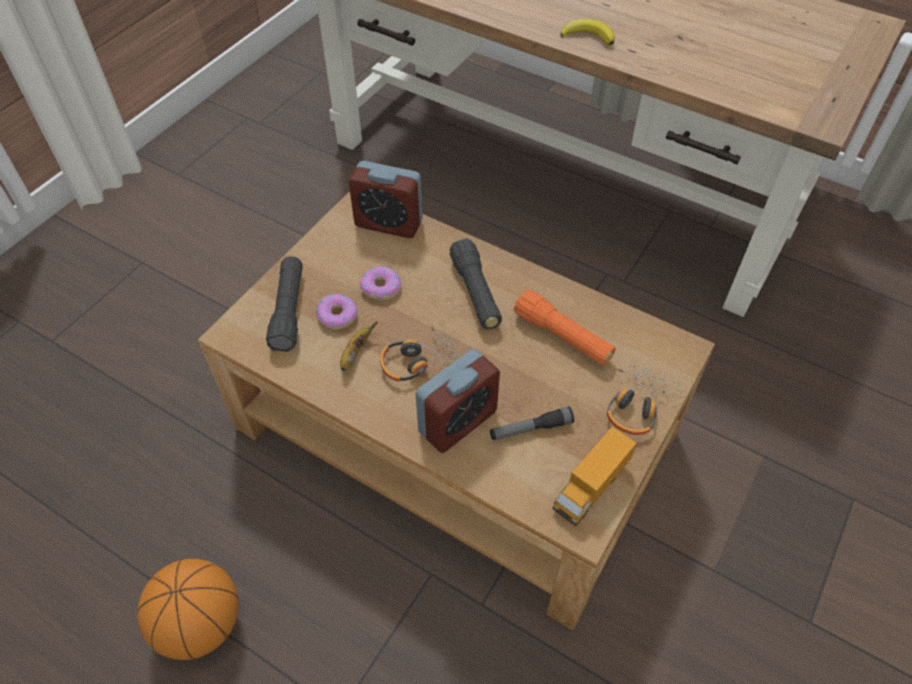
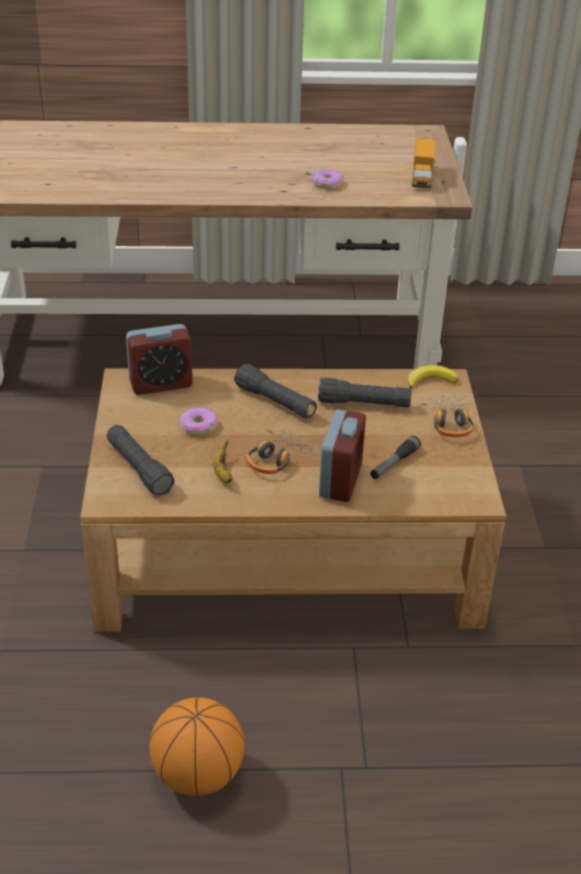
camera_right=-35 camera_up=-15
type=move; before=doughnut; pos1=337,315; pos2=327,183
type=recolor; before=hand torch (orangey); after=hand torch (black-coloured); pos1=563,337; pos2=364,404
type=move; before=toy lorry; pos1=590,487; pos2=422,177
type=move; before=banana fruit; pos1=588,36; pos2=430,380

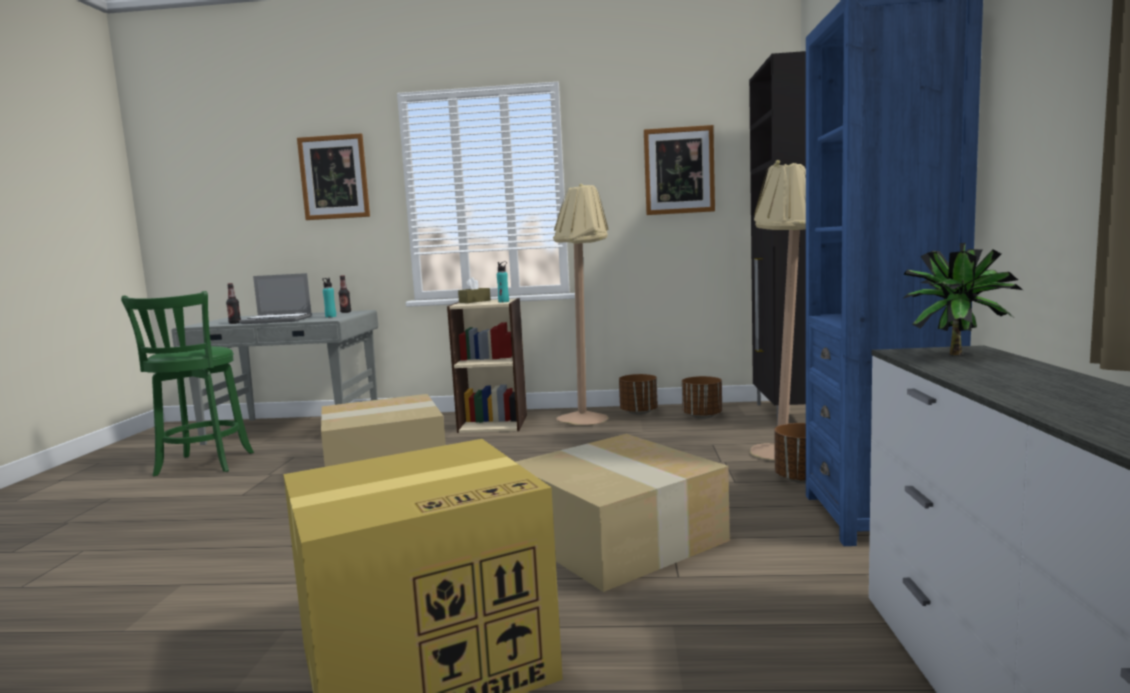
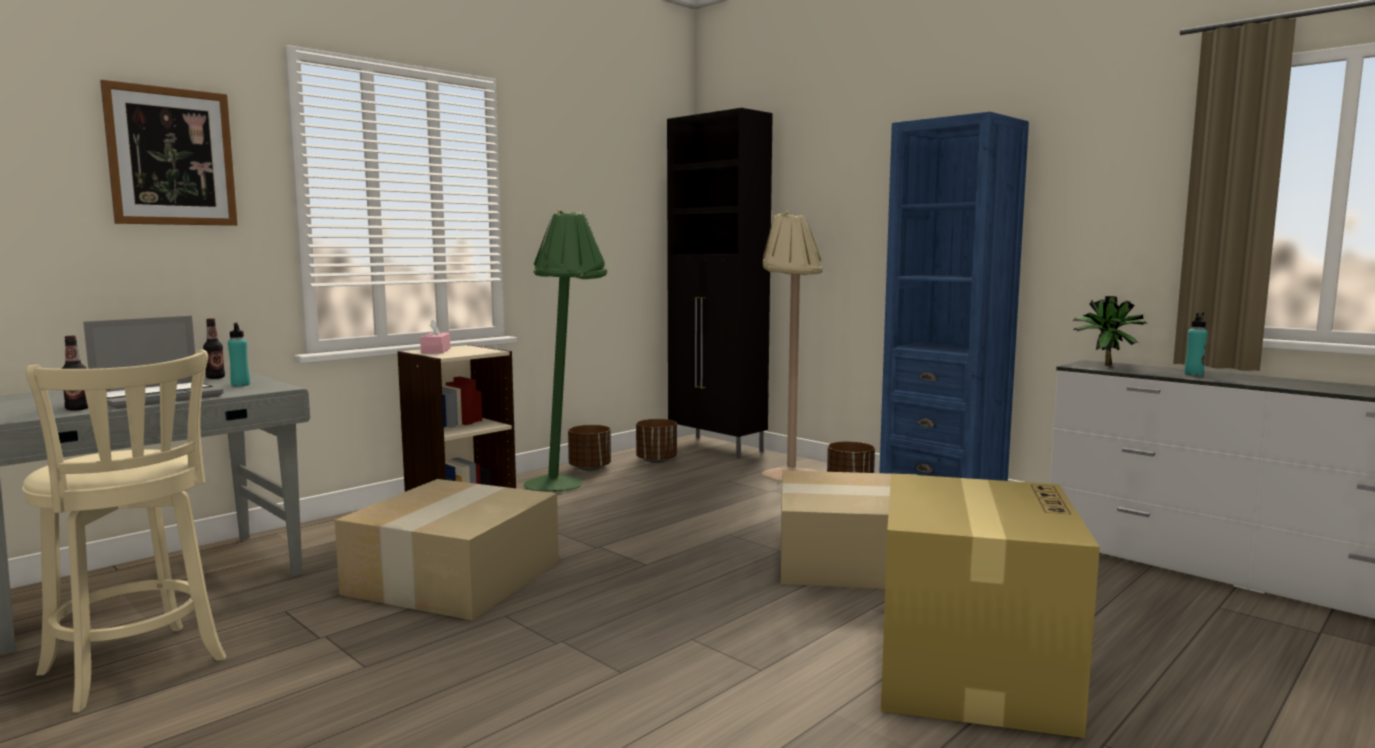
camera_right=-50 camera_up=0
type=recolor; before=stool (green); after=stool (beige); pos1=202,465; pos2=136,669
type=recolor; before=box of tissues (brown-coloured); after=box of tissues (pink); pos1=474,301; pos2=436,351
type=move; before=drink bottle (turquoise); pos1=503,302; pos2=1194,374
type=recolor; before=standing lamp (beige); after=standing lamp (green); pos1=587,422; pos2=565,487
type=delete; before=wall art; pos1=679,170

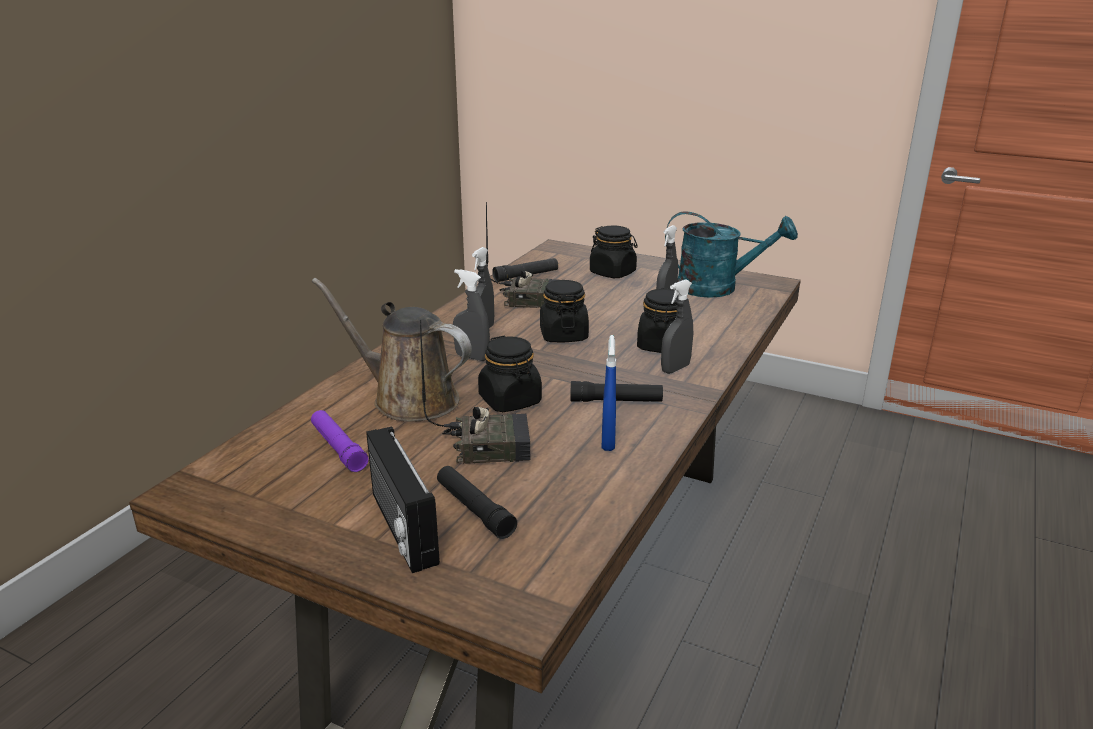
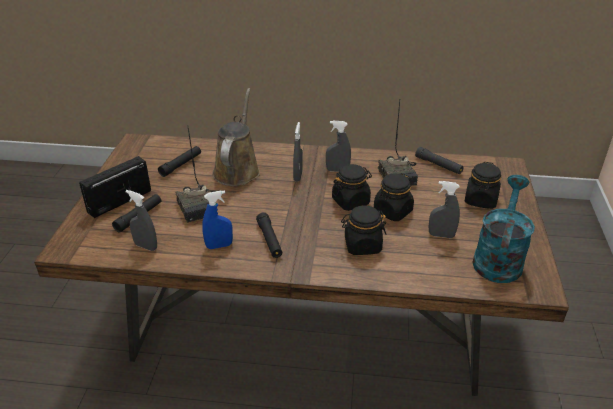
camera_right=70 camera_up=10
type=recolor; before=hand torch (purplish); after=hand torch (black-coloured); pos1=338,448; pos2=181,165
type=move; before=storage jar (black-coloured); pos1=510,401; pos2=392,211
type=move; before=spray bottle (gray); pos1=675,369; pos2=146,246
type=rotate; before=watering pot (turquoise); pos1=718,288; pos2=498,258; turn=-150

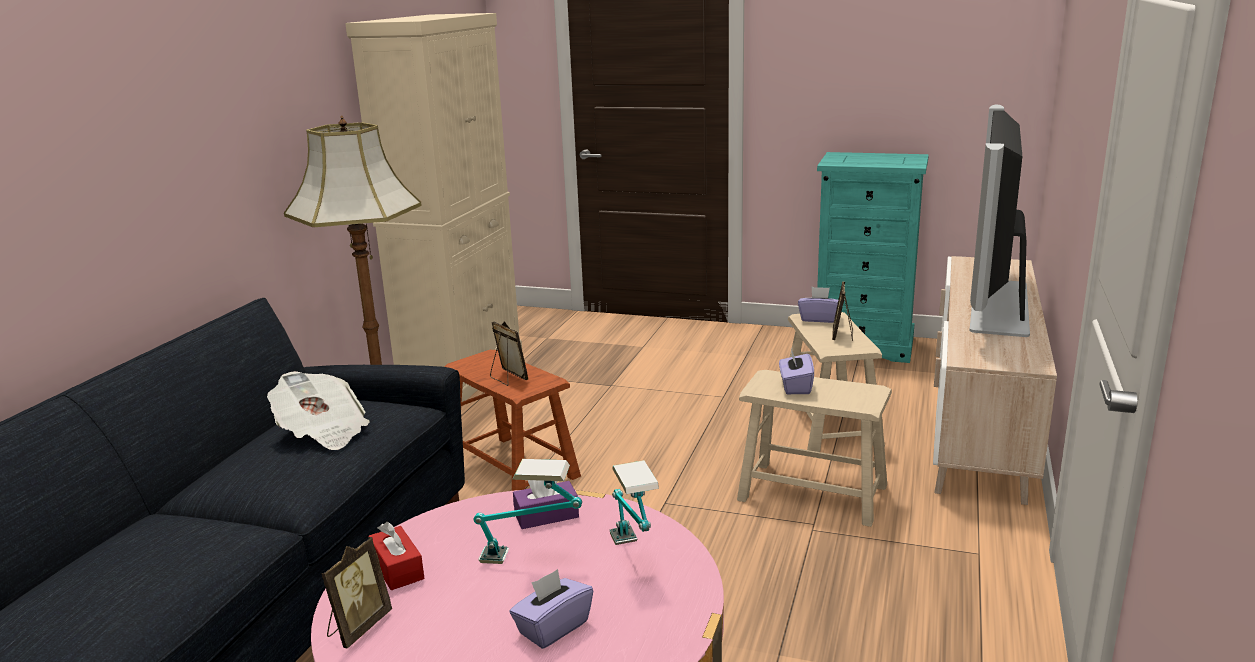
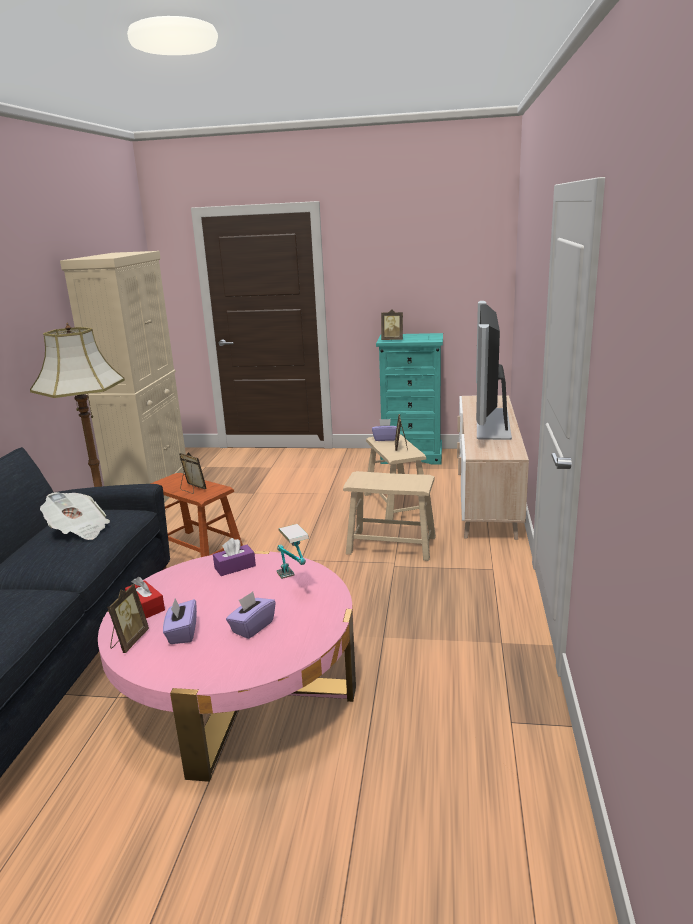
camera_right=-10 camera_up=0
type=delete; before=tabletop lamp; pos1=531,558
type=move; before=box of tissues (purplish); pos1=795,387; pos2=182,633
type=insert; after=standing frame; pos2=392,340

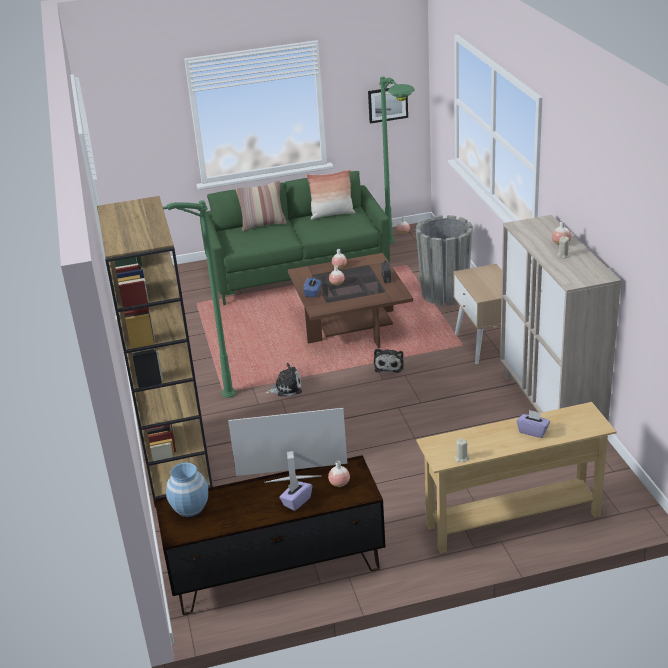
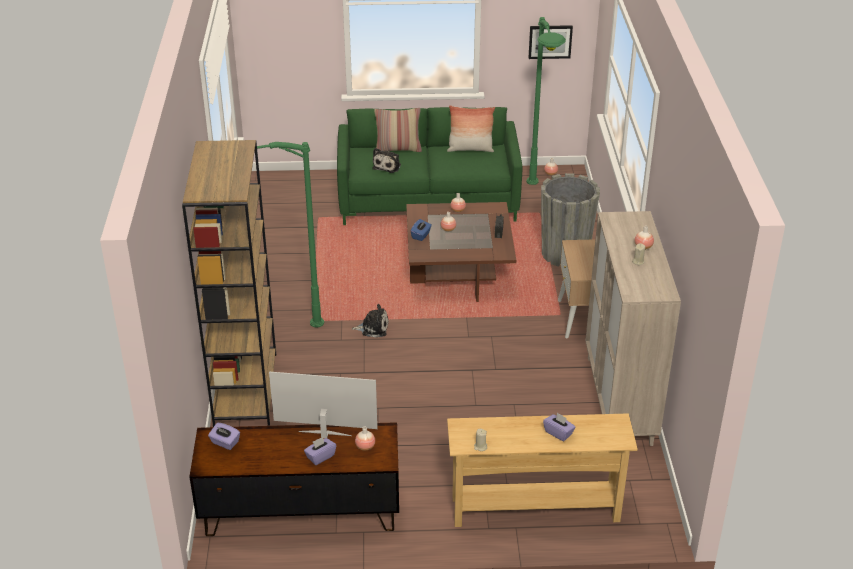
camera_right=10 camera_up=5
type=replace; before=flower vase (blue-coloured); after=box of tissues (purplish); pos1=190,508; pos2=225,443
type=move; before=soft toy; pos1=389,365; pos2=387,166

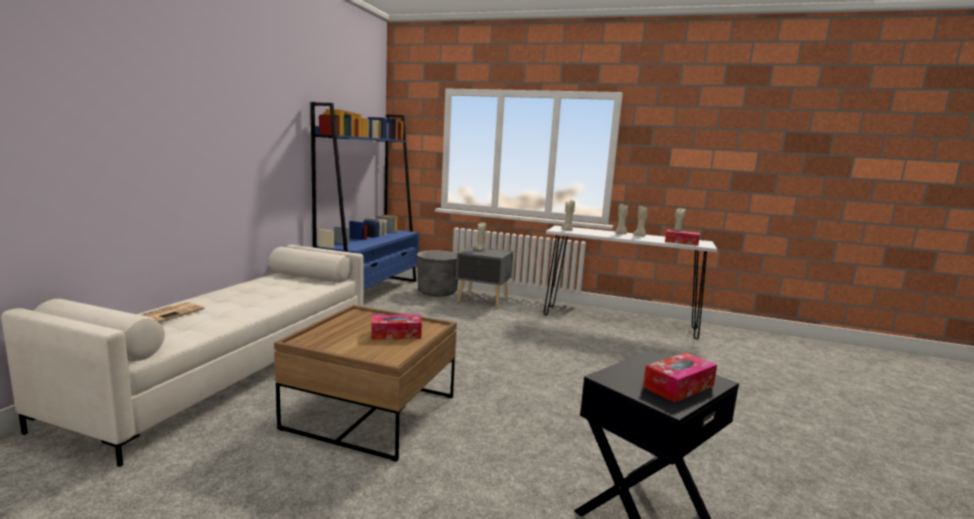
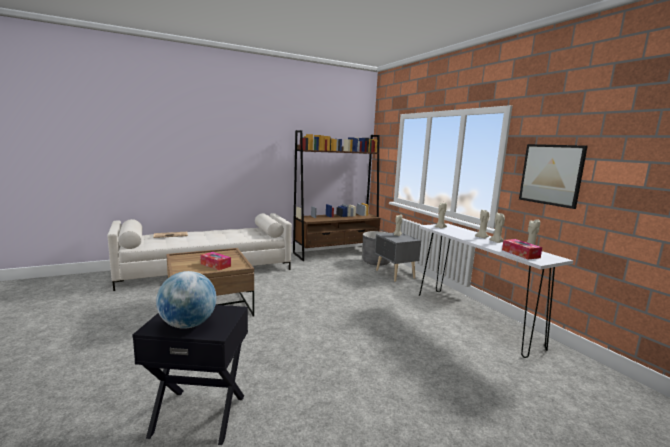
camera_right=45 camera_up=0
type=recolor; before=bookshelf (blue-coloured); after=bookshelf (brown-coloured); pos1=370,292; pos2=336,253
type=replace; before=box of tissues; after=globe; pos1=678,386; pos2=188,325
type=insert; after=wall art; pos2=551,174

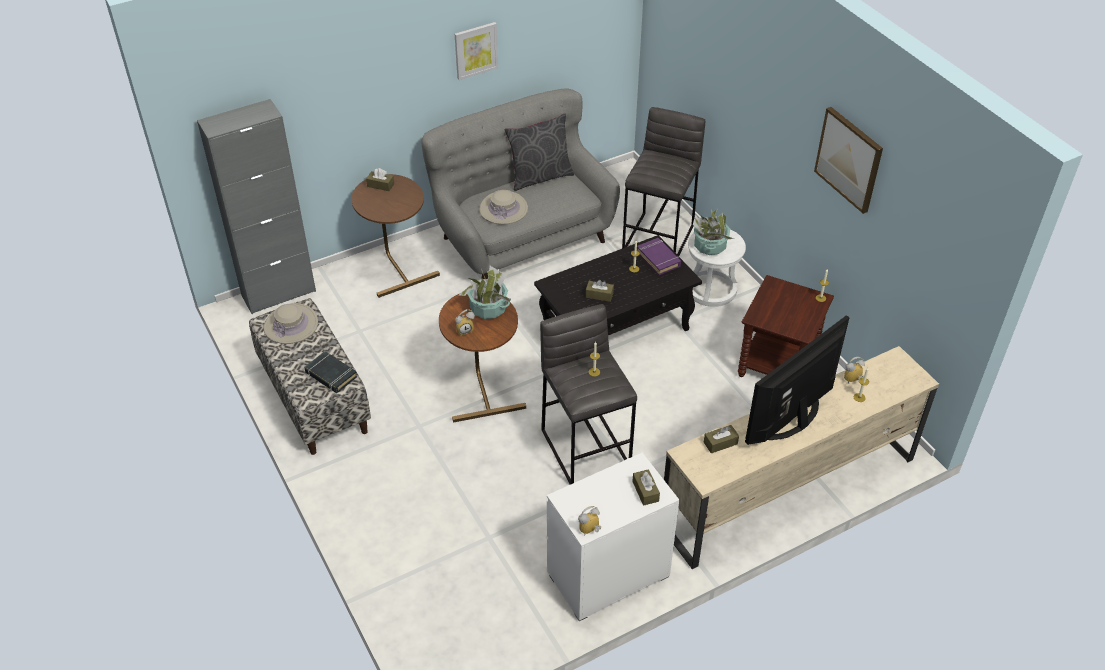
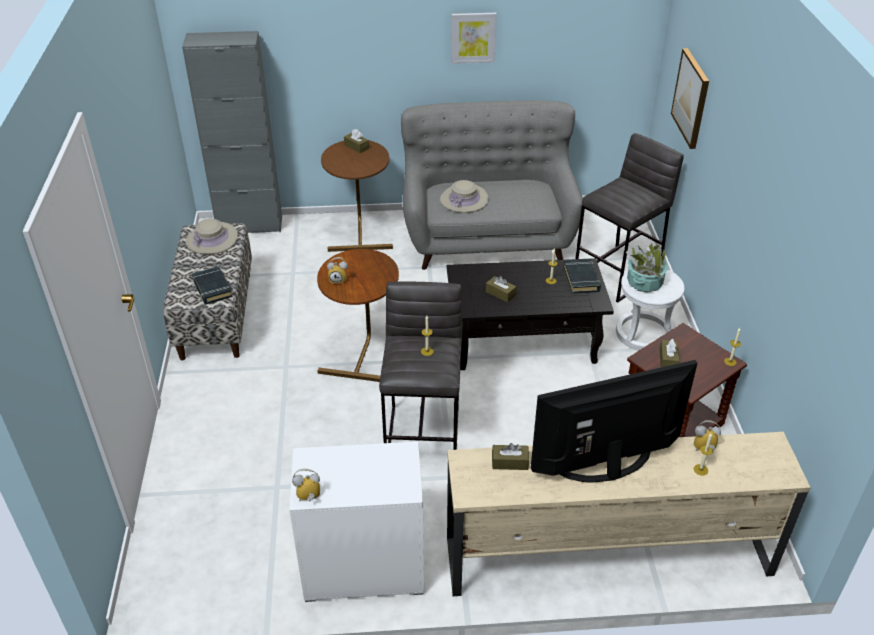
camera_right=25 camera_up=-5
type=delete; before=potted plant; pos1=488,308
type=delete; before=pillow (gray); pos1=540,177
type=move; before=box of tissues (brown-coloured); pos1=645,491; pos2=668,359
type=recolor; before=bound book (purplish); after=bound book (black-coloured); pos1=658,259; pos2=581,279
type=move; before=wall art; pos1=849,159; pos2=691,98

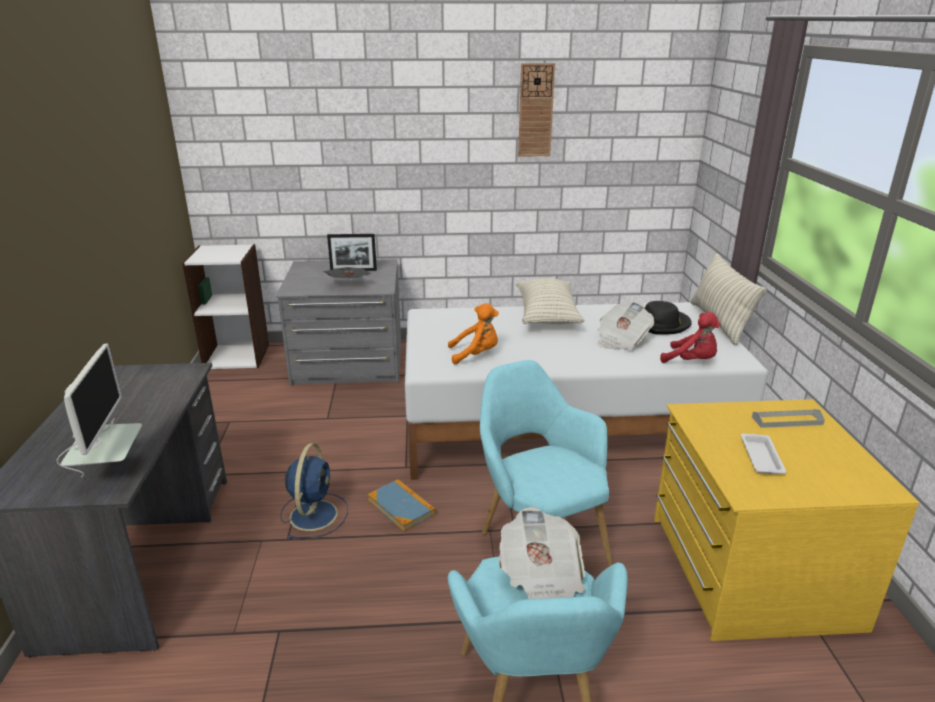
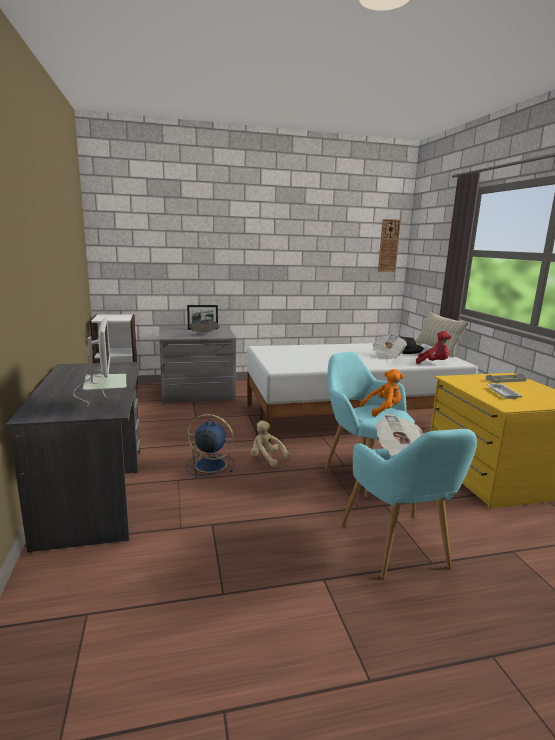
camera_right=-10 camera_up=-10
type=rotate; before=fan (blue-coloured); pos1=314,514; pos2=209,465; turn=-75
type=replace; before=bound book; after=soft toy (beige); pos1=401,507; pos2=266,458
type=move; before=soft toy (orangey); pos1=476,355; pos2=383,410
type=delete; before=pillow; pos1=547,315
type=move; before=clock on the wall; pos1=535,110; pos2=388,245

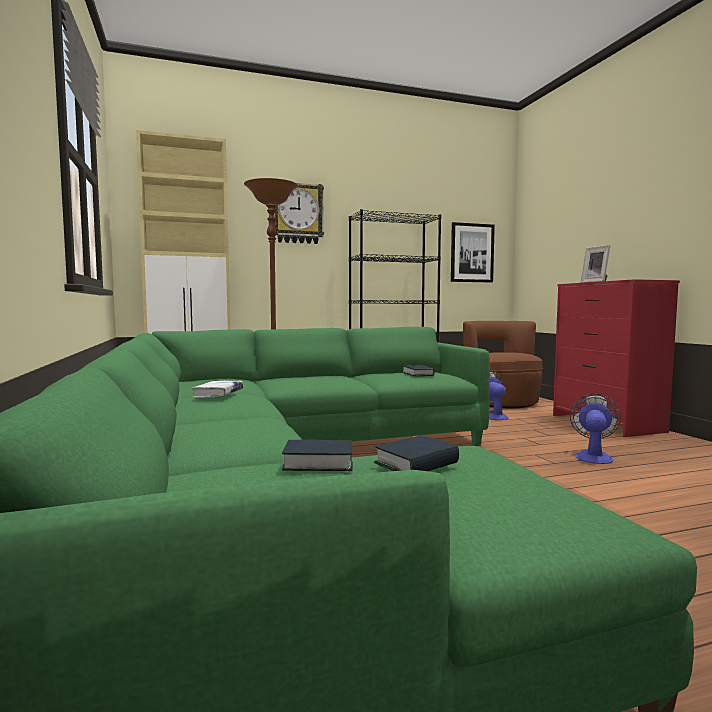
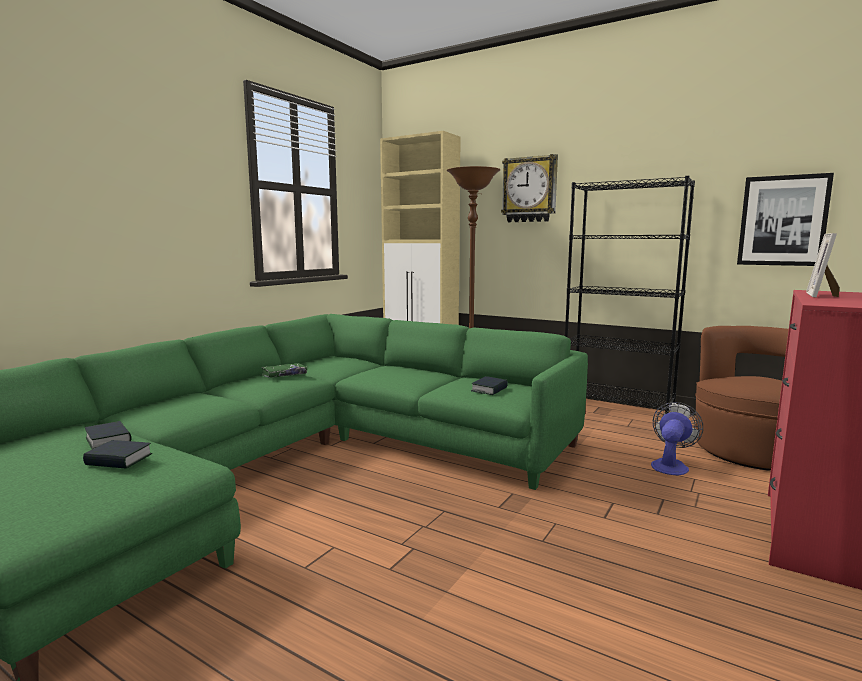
camera_right=50 camera_up=5
type=recolor; before=bound book (whitish); after=bound book (green); pos1=218,395; pos2=284,375
type=delete; before=fan; pos1=593,456

